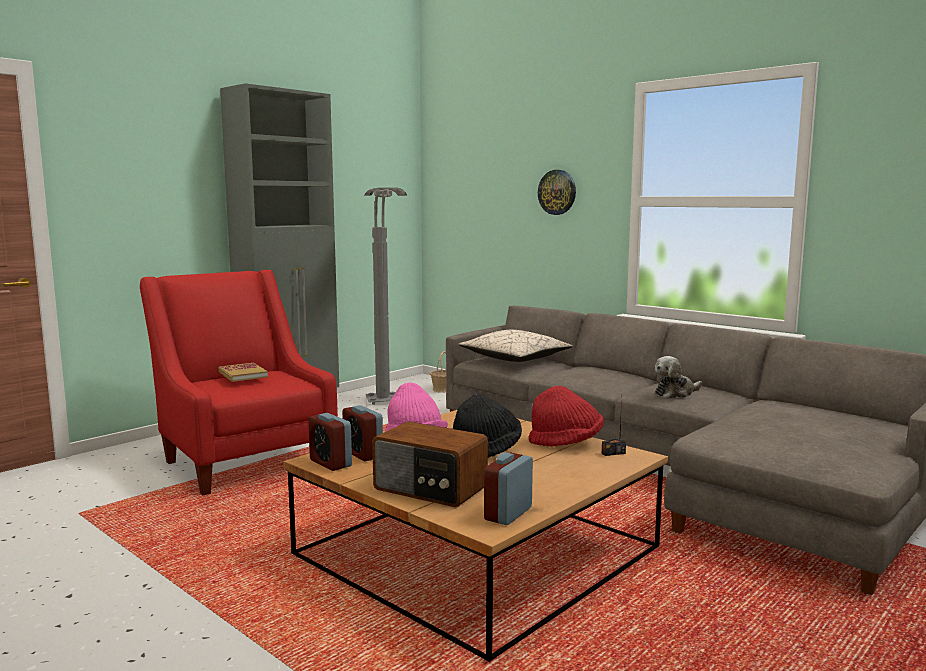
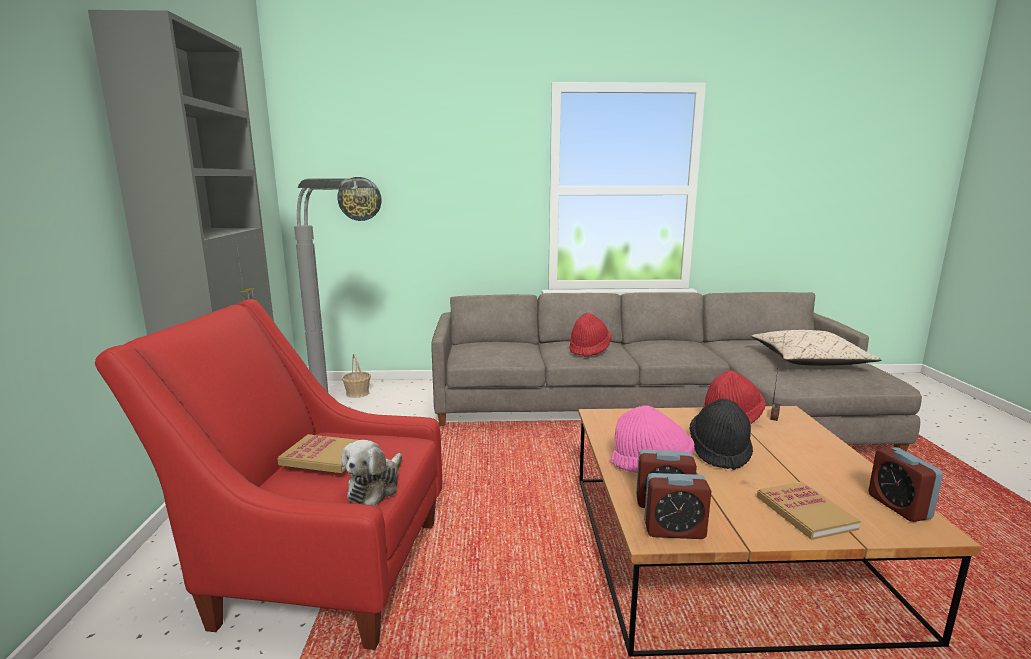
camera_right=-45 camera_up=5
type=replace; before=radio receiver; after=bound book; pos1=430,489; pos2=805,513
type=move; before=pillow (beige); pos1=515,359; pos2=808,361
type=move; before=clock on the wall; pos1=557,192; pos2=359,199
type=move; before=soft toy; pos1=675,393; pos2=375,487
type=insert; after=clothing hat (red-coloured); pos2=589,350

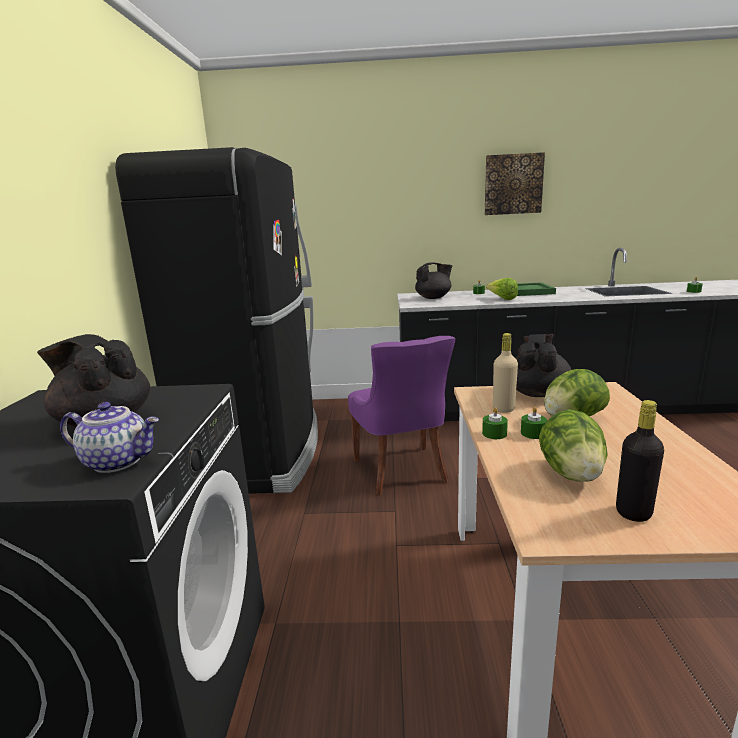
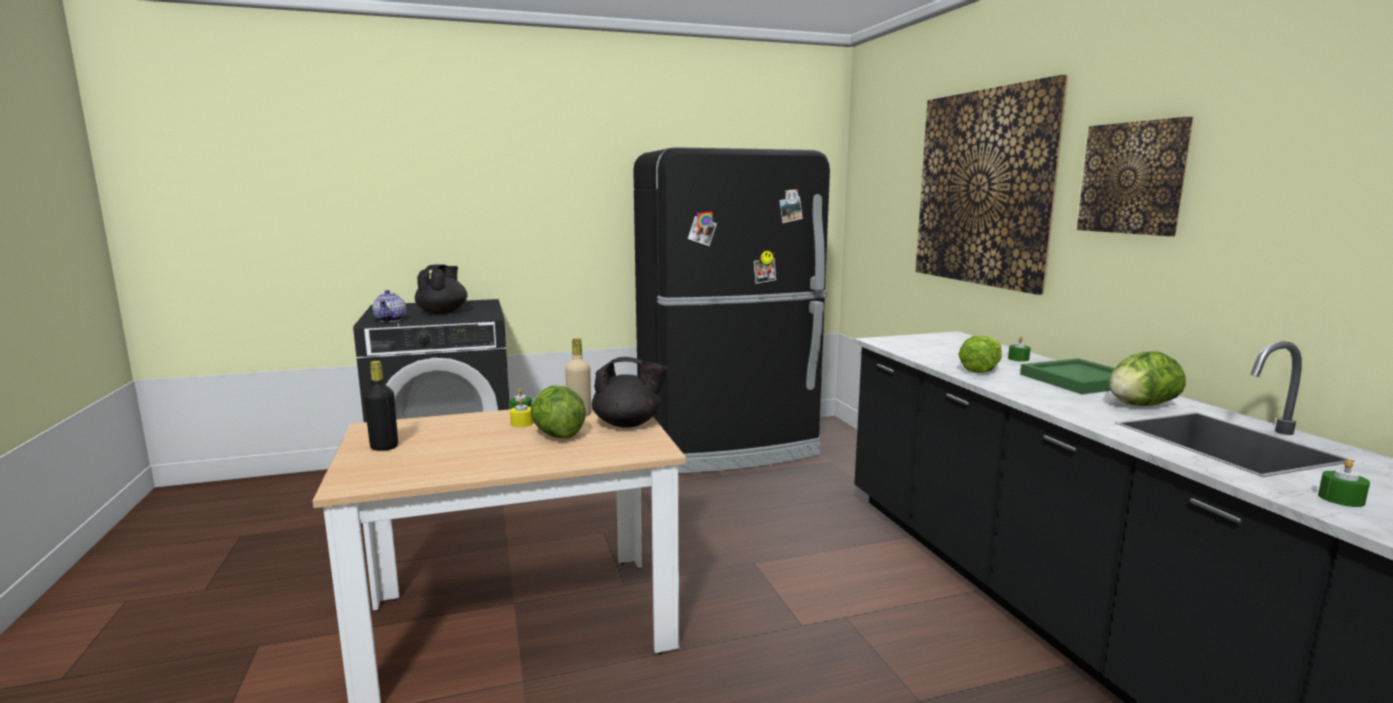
camera_right=70 camera_up=-5
type=delete; before=chair (purplish); pos1=401,471
type=delete; before=tea pot (black-coloured); pos1=433,298
type=recolor; before=candle (green); after=candle (yellow-coloured); pos1=533,433; pos2=522,423
type=move; before=head of lettuce; pos1=571,473; pos2=1140,405
type=insert; after=wall art; pos2=983,188

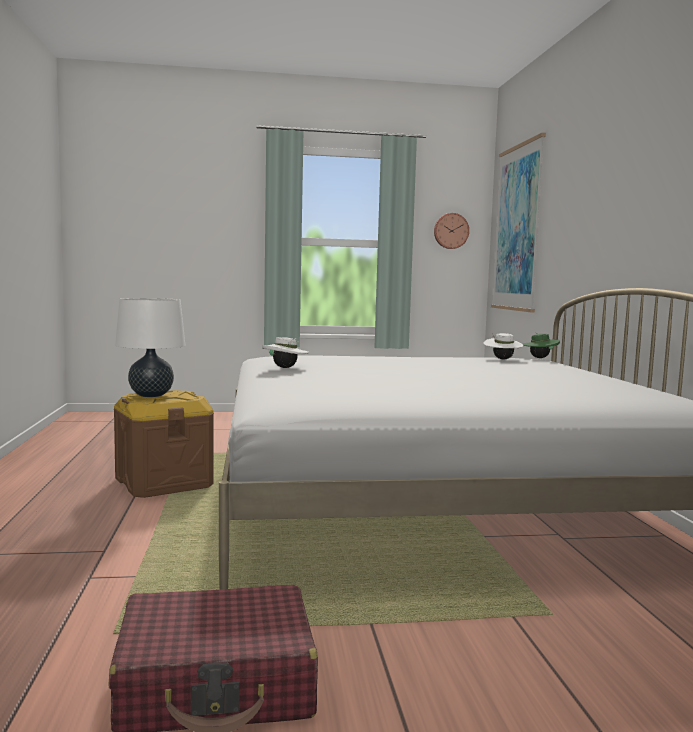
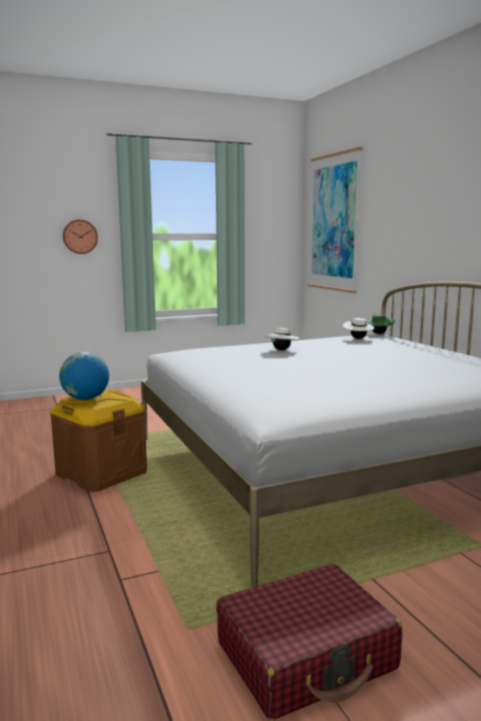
camera_right=-15 camera_up=5
type=replace; before=tabletop lamp (whitish); after=globe; pos1=151,395; pos2=85,399
type=move; before=clothing hat (whitish); pos1=285,367; pos2=282,350
type=move; before=clock on the wall; pos1=450,231; pos2=80,236

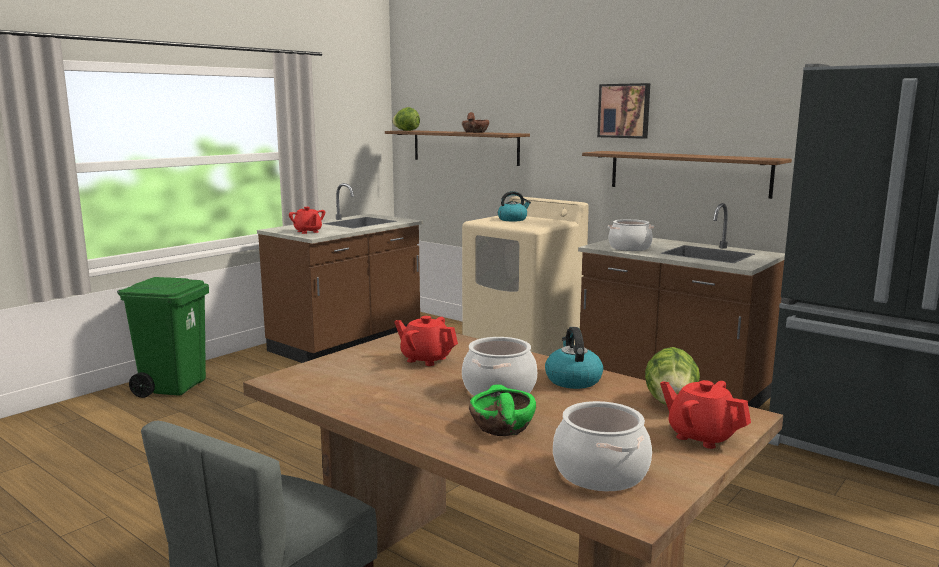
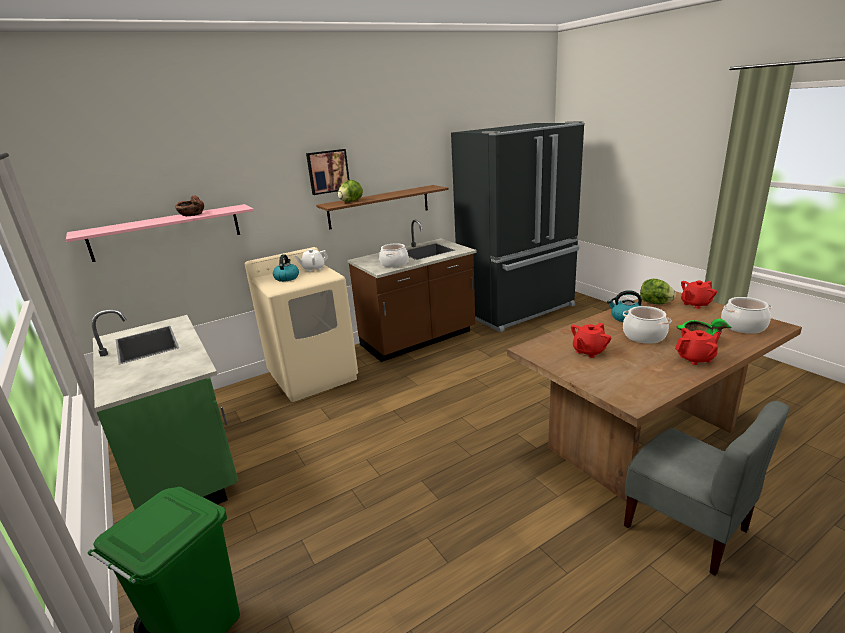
camera_right=-70 camera_up=10
type=recolor; before=counter (brown-coloured); after=counter (green); pos1=347,341; pos2=185,466
type=move; before=tea pot (red-coloured); pos1=308,232; pos2=695,358
type=recolor; before=bracket shelf (brown-coloured); after=bracket shelf (pink); pos1=464,147; pos2=166,232
type=move; before=head of lettuce; pos1=406,130; pos2=350,201
type=insert; after=tea pot (whitish); pos2=313,269

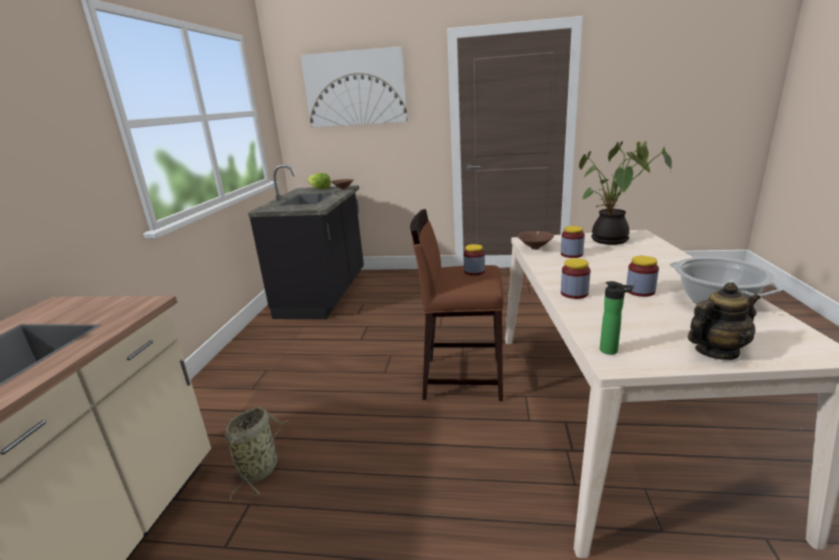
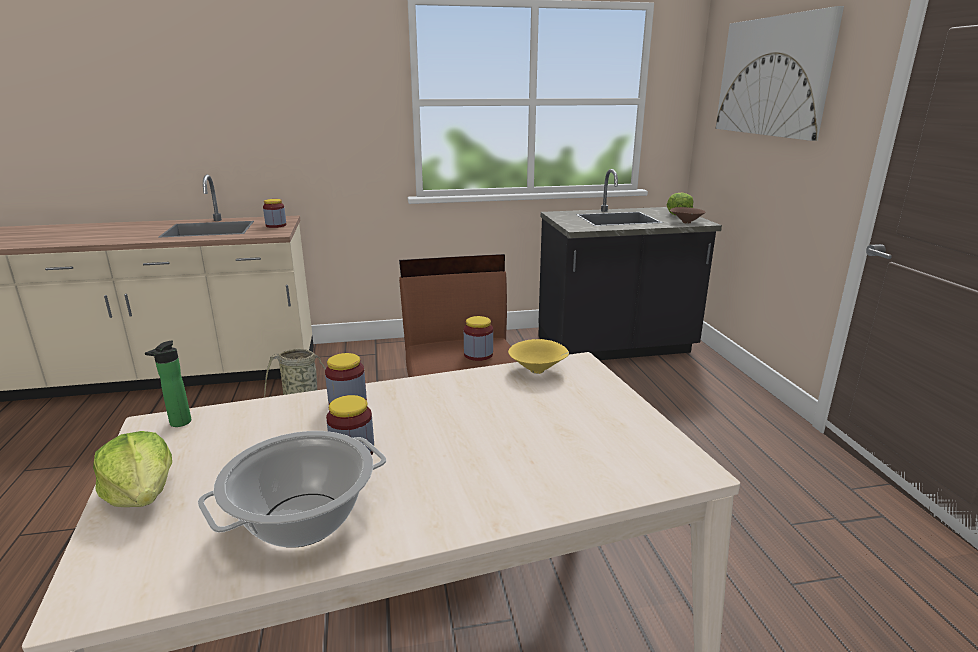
camera_right=70 camera_up=0
type=recolor; before=serving bowl (brown-coloured); after=serving bowl (yellow-coloured); pos1=535,248; pos2=538,371
type=move; before=storage jar; pos1=571,254; pos2=276,225
type=delete; before=potted plant; pos1=611,241
type=replace; before=tea pot; after=head of lettuce; pos1=716,351; pos2=142,494

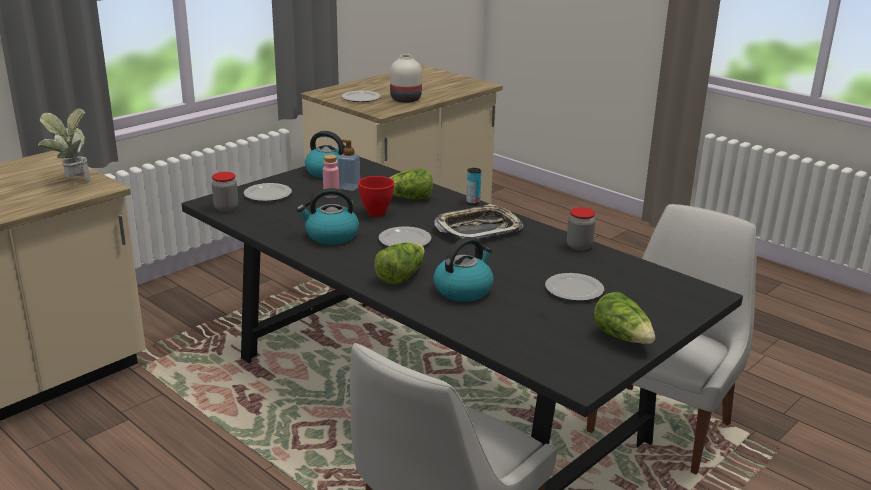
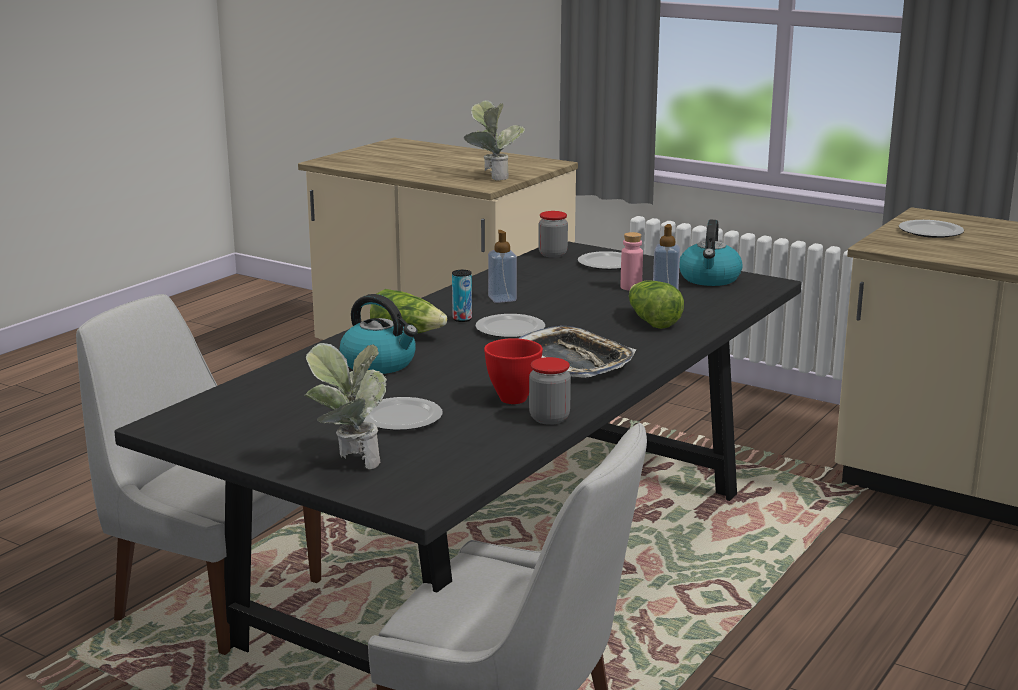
camera_right=80 camera_up=-5
type=replace; before=water kettle; after=soap bottle; pos1=331,236; pos2=502,299
type=move; before=serving bowl (red-coloured); pos1=375,214; pos2=512,398
type=delete; before=flower vase (whitish); pos1=406,100
type=move; before=sealed can; pos1=473,202; pos2=462,319
type=delete; before=head of lettuce; pos1=623,338
type=insert; after=potted plant; pos2=349,463

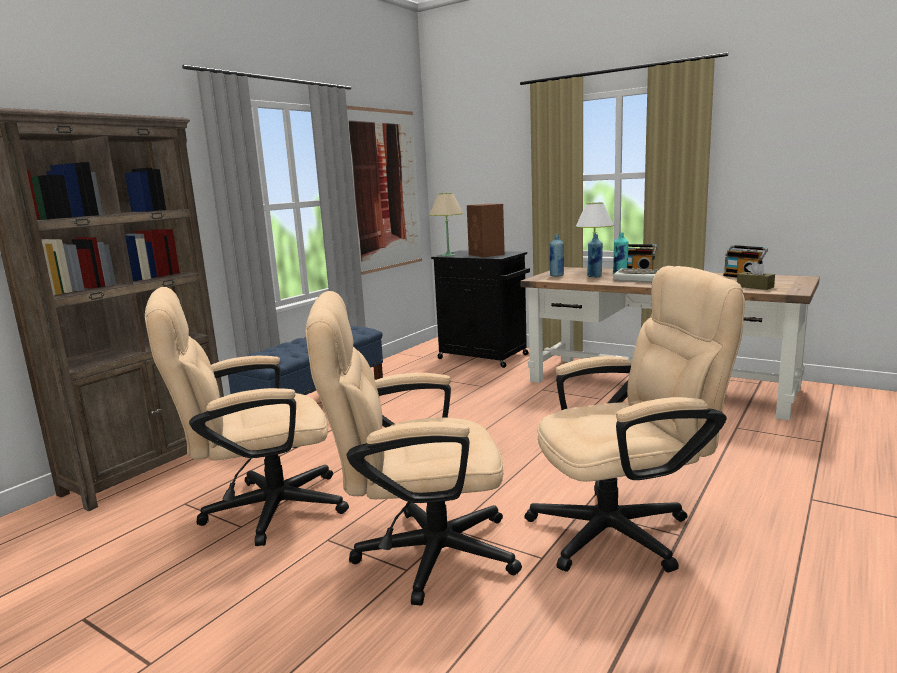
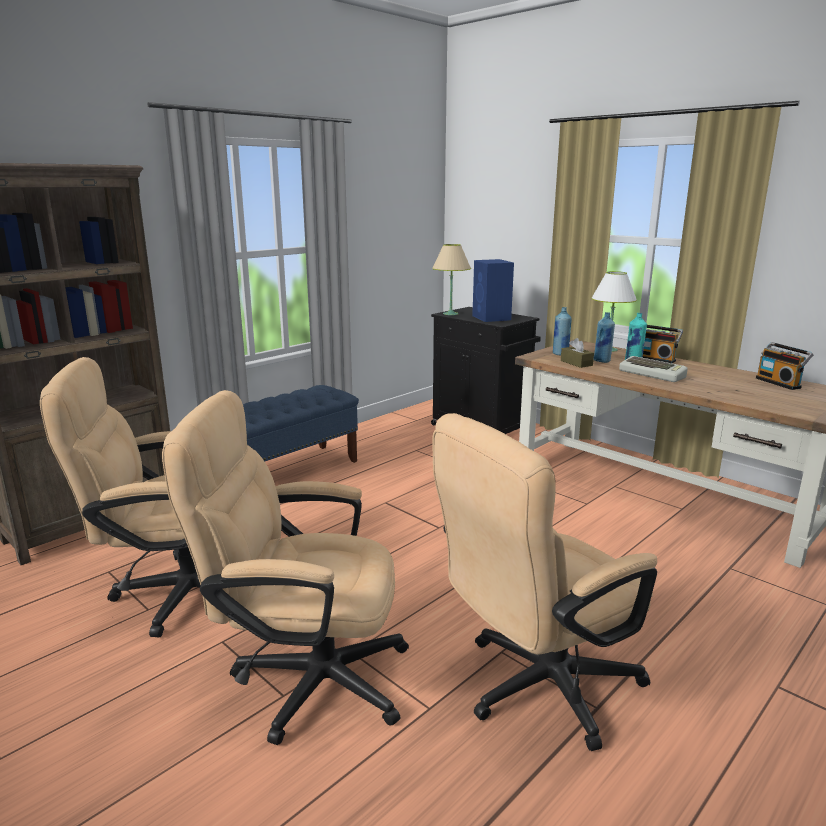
camera_right=10 camera_up=5
type=delete; before=wall art; pos1=385,190
type=recolor; before=loudspeaker (brown-coloured); after=loudspeaker (blue-coloured); pos1=487,255; pos2=491,318
type=rotate; before=computer chair (beige); pos1=625,529; pos2=537,688; turn=150
type=move; before=box of tissues (brown-coloured); pos1=755,287; pos2=576,363

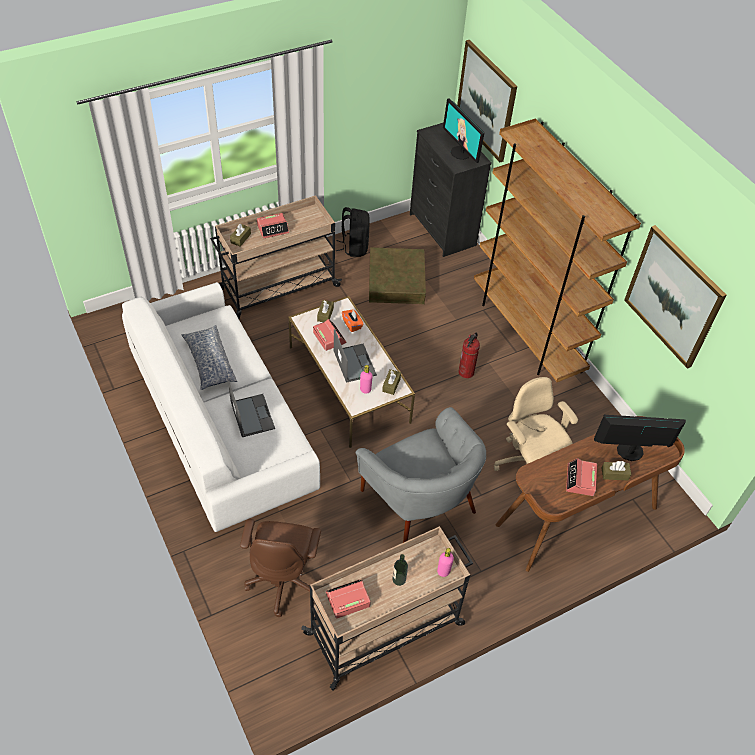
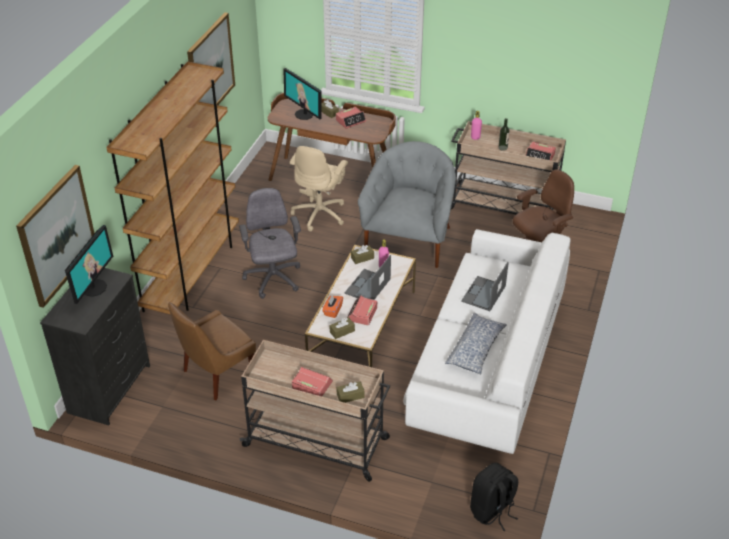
camera_right=-130 camera_up=-10
type=move; before=knapsack (black-coloured); pos1=354,247; pos2=492,511
type=replace; before=storage bin (brown-coloured); after=chair (brown-coloured); pos1=396,281; pos2=216,375
type=replace; before=fire extinguisher; after=computer chair (gray); pos1=466,372; pos2=273,279

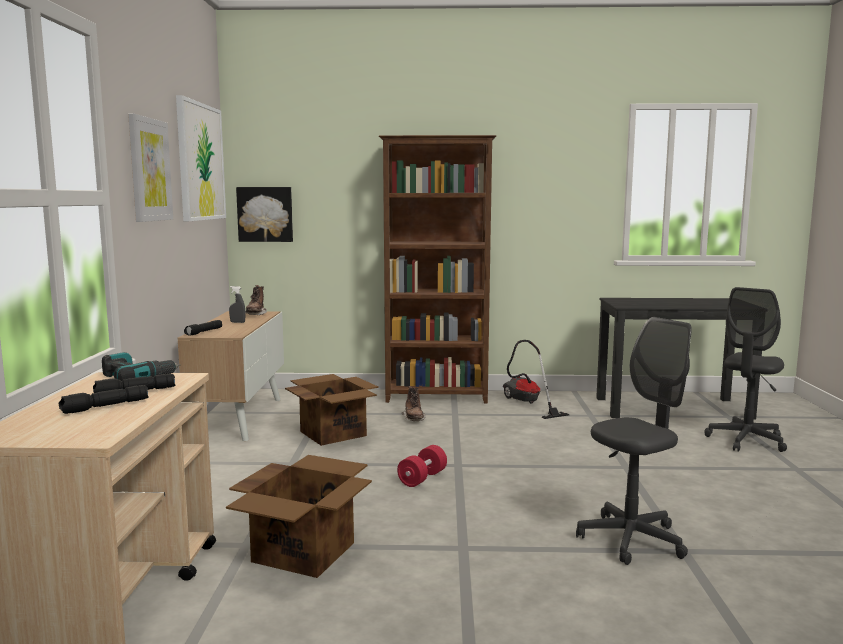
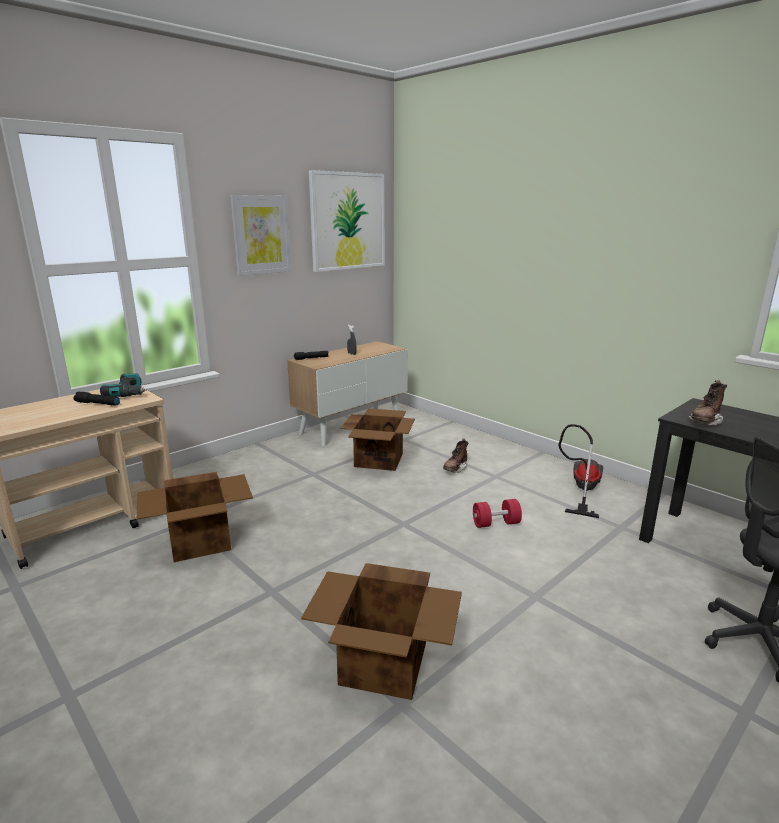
camera_right=45 camera_up=10
type=delete; before=hand torch (black-coloured); pos1=105,407
type=delete; before=wall art; pos1=265,214
type=move; before=tall boot (brown-coloured); pos1=255,314; pos2=705,421
type=delete; before=bookshelf (brown-coloured); pos1=437,397
type=move; before=dumbbell (red-coloured); pos1=422,478; pos2=496,523
type=replace; before=computer chair (gray); after=carton; pos1=631,539; pos2=385,663

